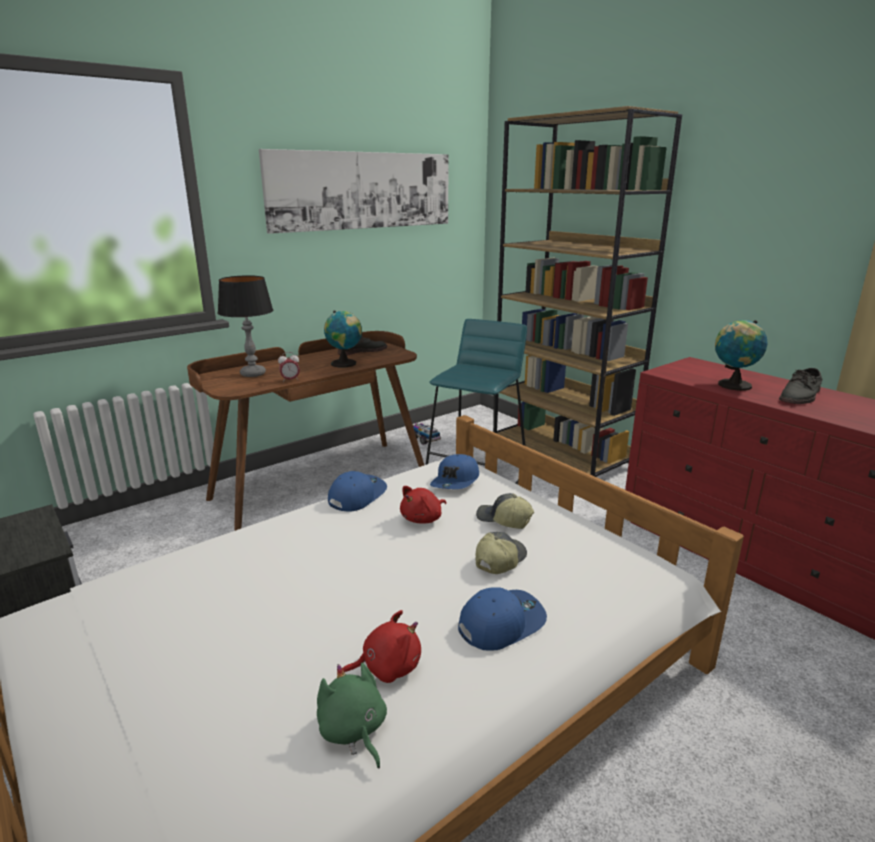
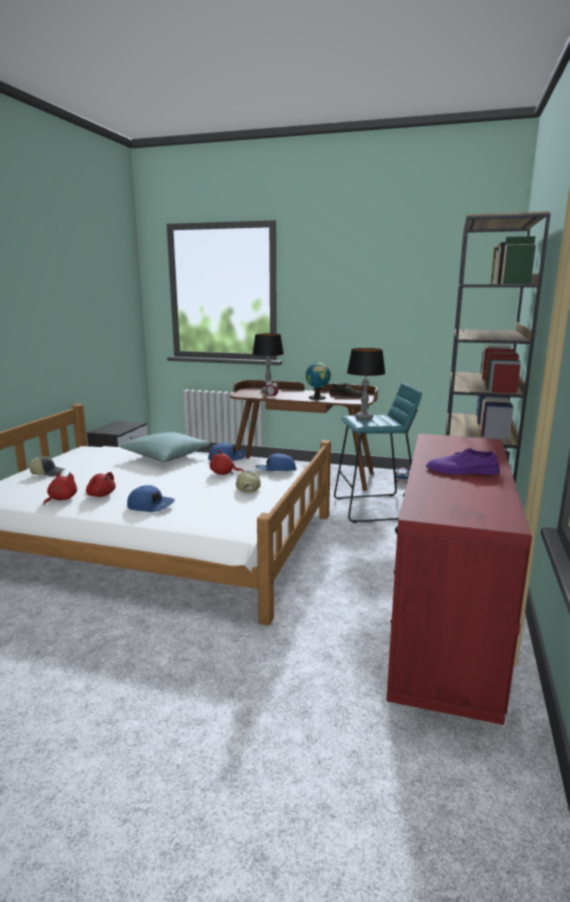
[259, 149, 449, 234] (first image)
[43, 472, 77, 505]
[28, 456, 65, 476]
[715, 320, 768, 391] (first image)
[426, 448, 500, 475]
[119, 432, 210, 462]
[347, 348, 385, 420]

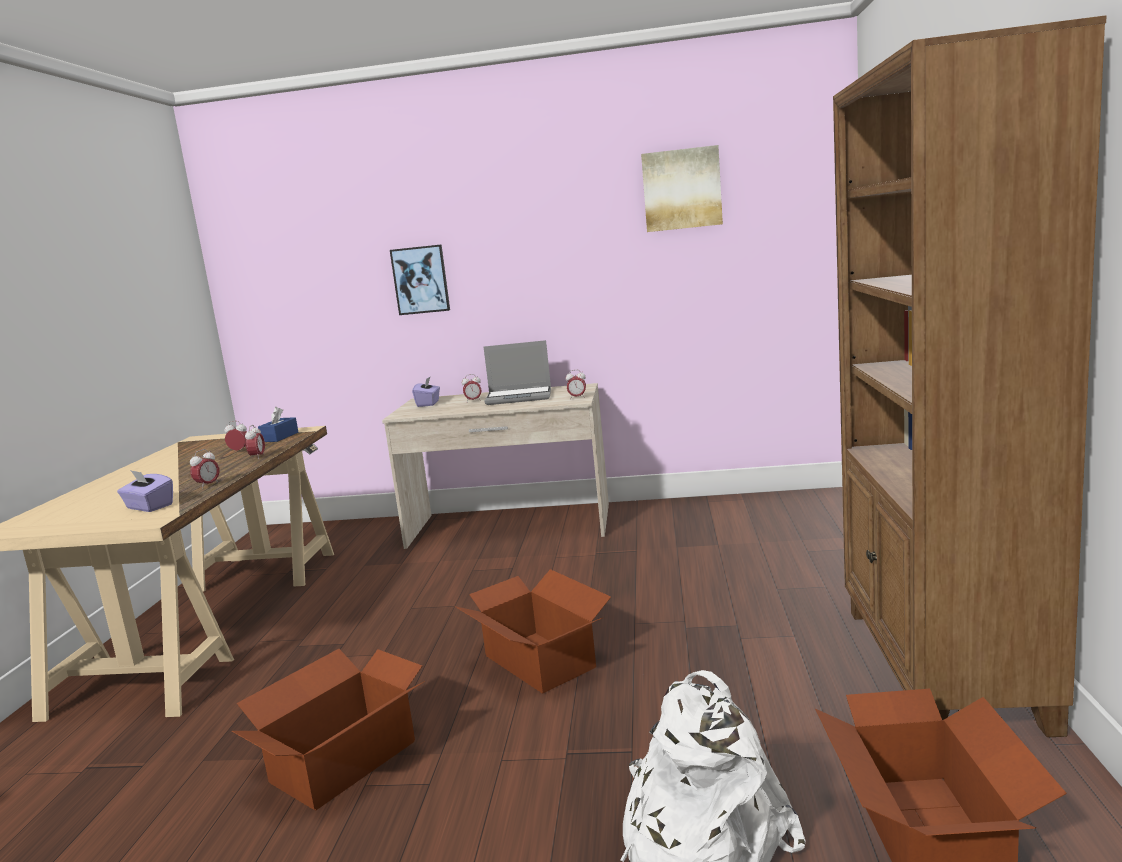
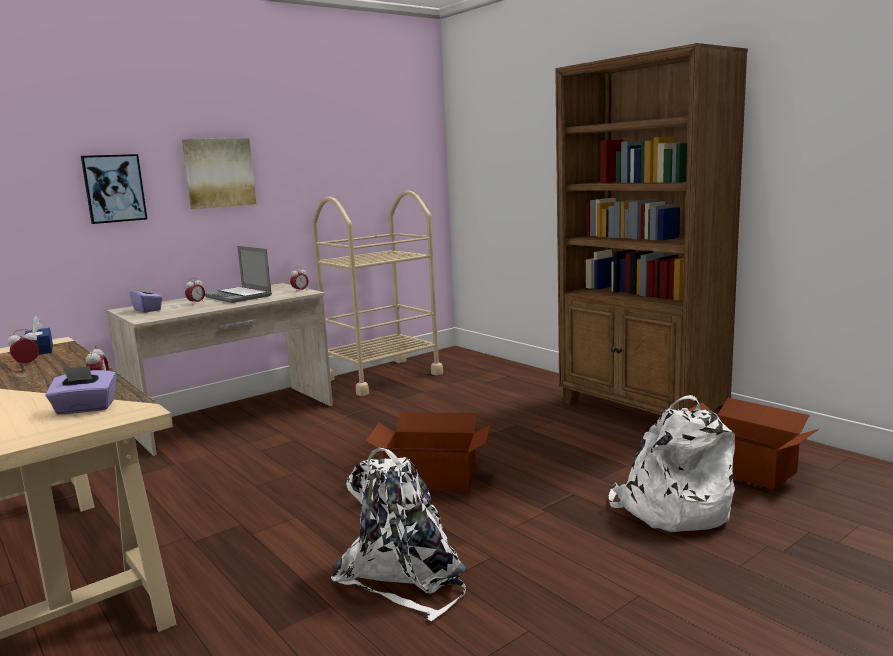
[331, 448, 467, 621]
[245, 425, 265, 459] (first image)
[205, 246, 272, 303]
[182, 138, 256, 209]
[312, 190, 443, 396]

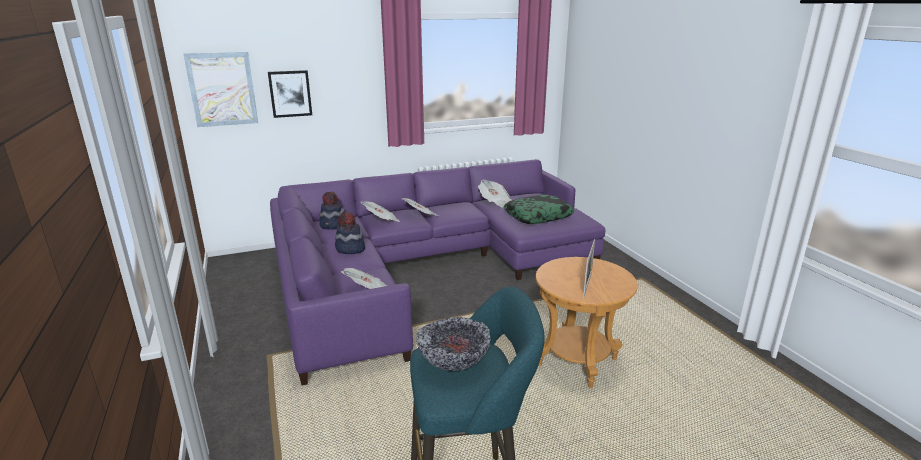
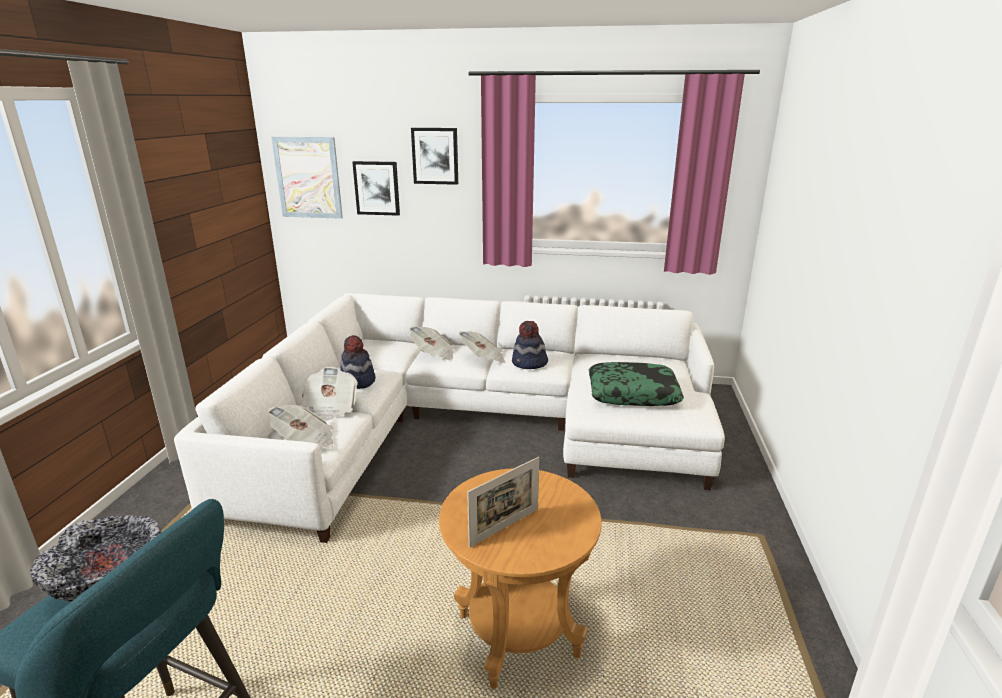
[174, 293, 725, 543]
[512, 321, 548, 369]
[302, 367, 358, 421]
[411, 128, 458, 185]

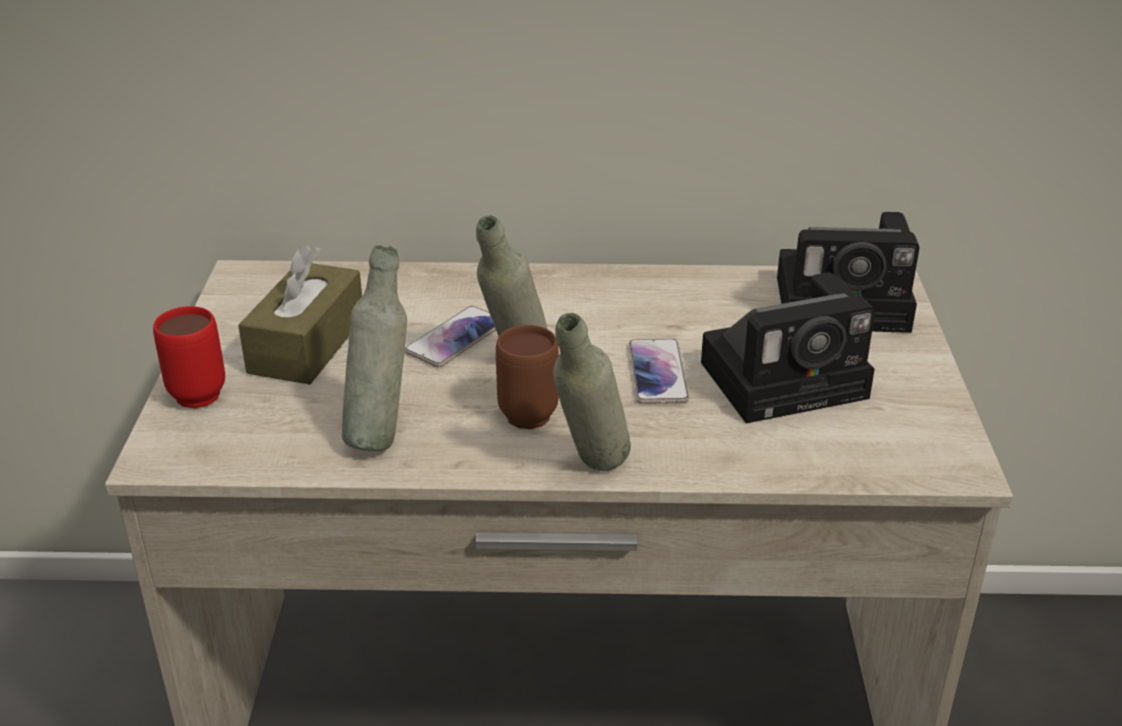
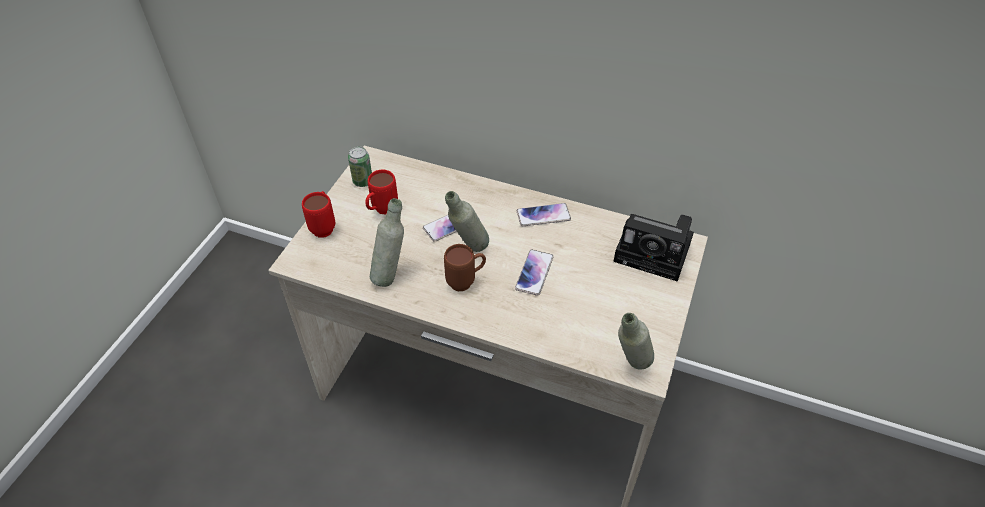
[365, 170, 398, 215]
[618, 313, 654, 370]
[701, 272, 875, 423] (first image)
[348, 147, 372, 187]
[517, 203, 571, 226]

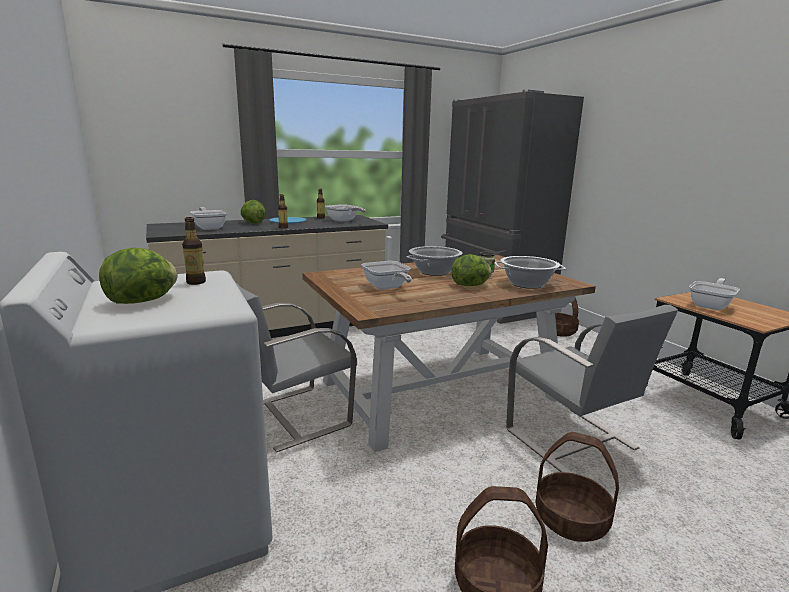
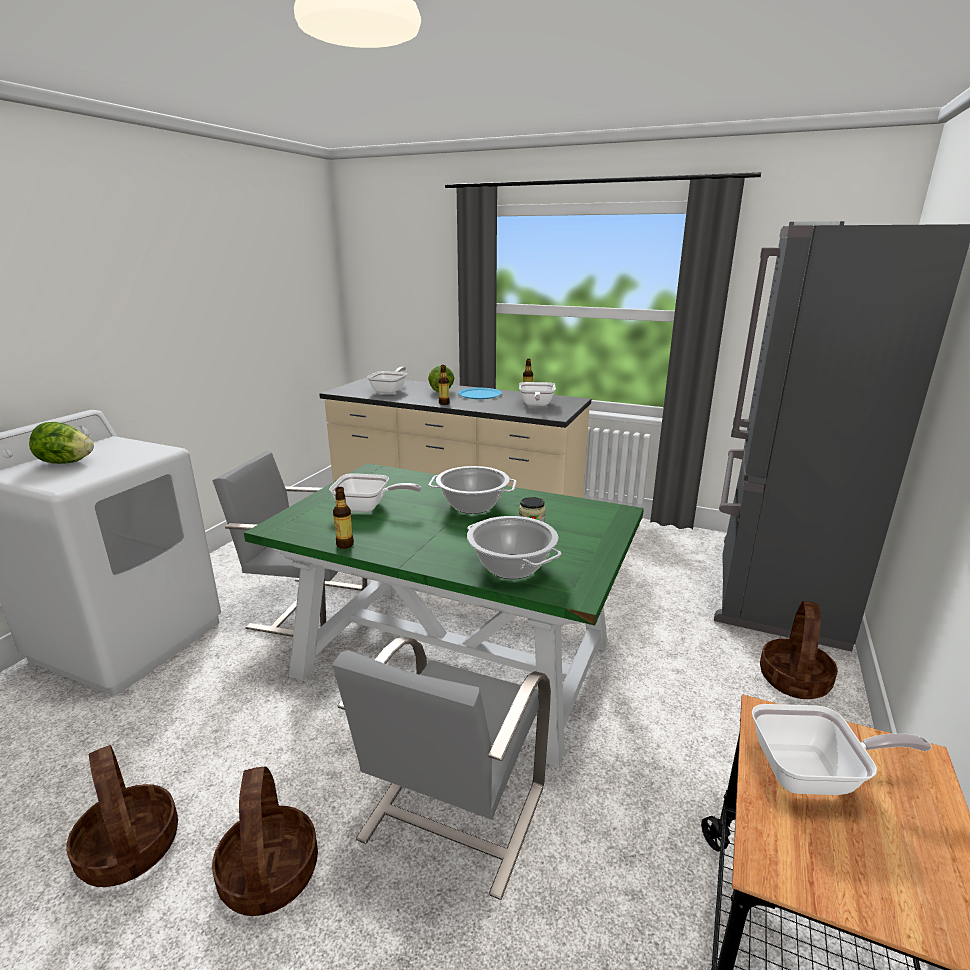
[333, 487, 354, 549]
[244, 463, 644, 767]
[329, 473, 421, 512]
[451, 254, 492, 286] (first image)

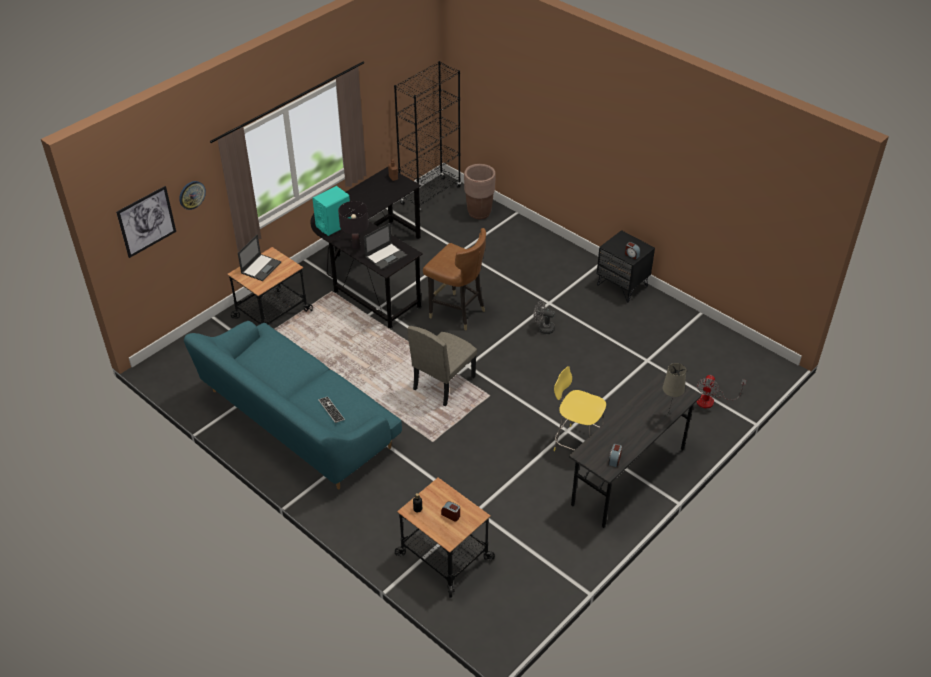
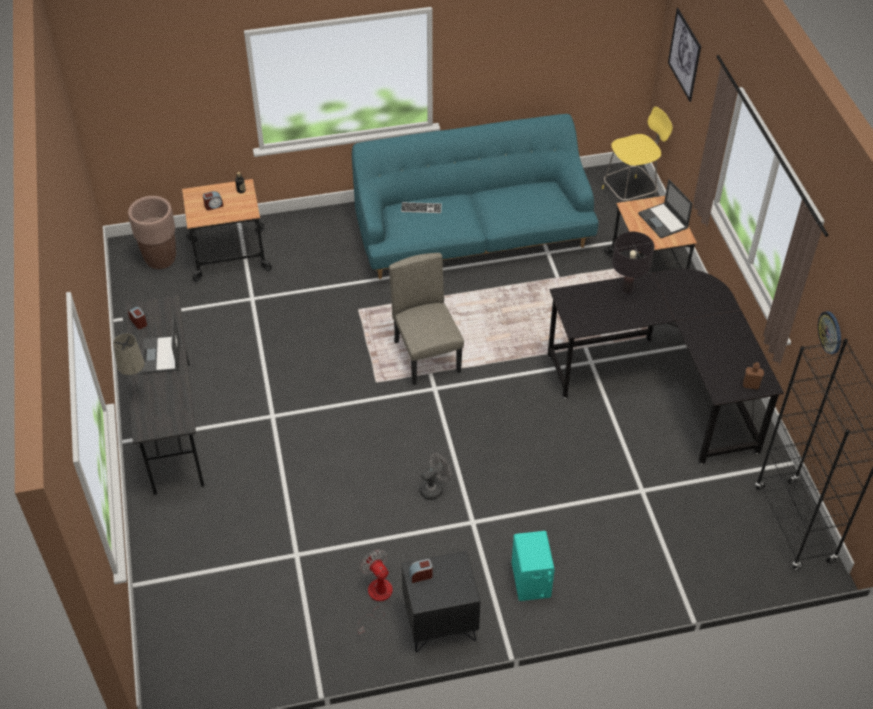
[818, 311, 841, 354]
[512, 531, 555, 601]
[141, 312, 180, 374]
[423, 228, 486, 331] (first image)
[128, 196, 176, 269]
[602, 106, 672, 202]
[357, 550, 393, 635]

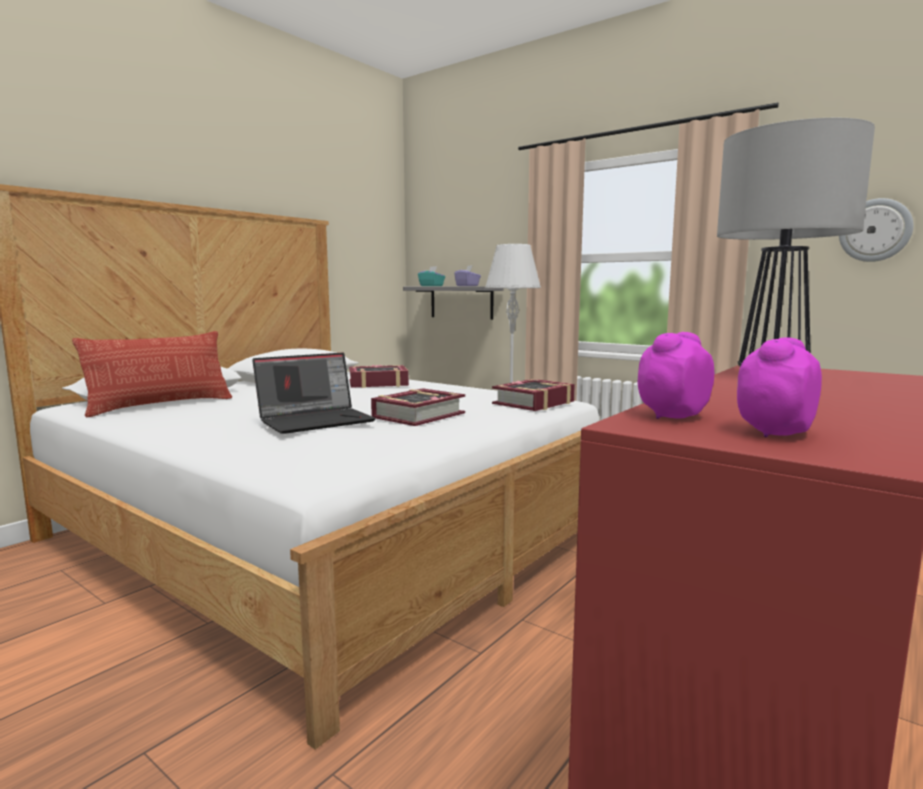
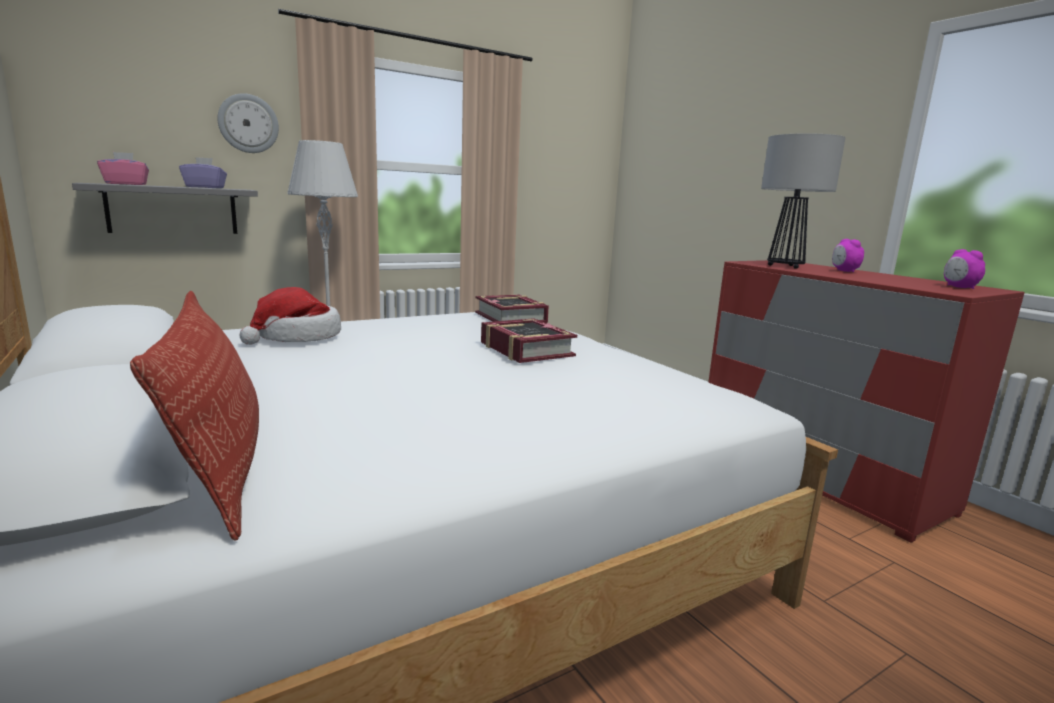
[252, 353, 376, 434] (first image)
[239, 287, 341, 345]
[97, 152, 149, 185]
[832, 239, 864, 272]
[217, 93, 279, 153]

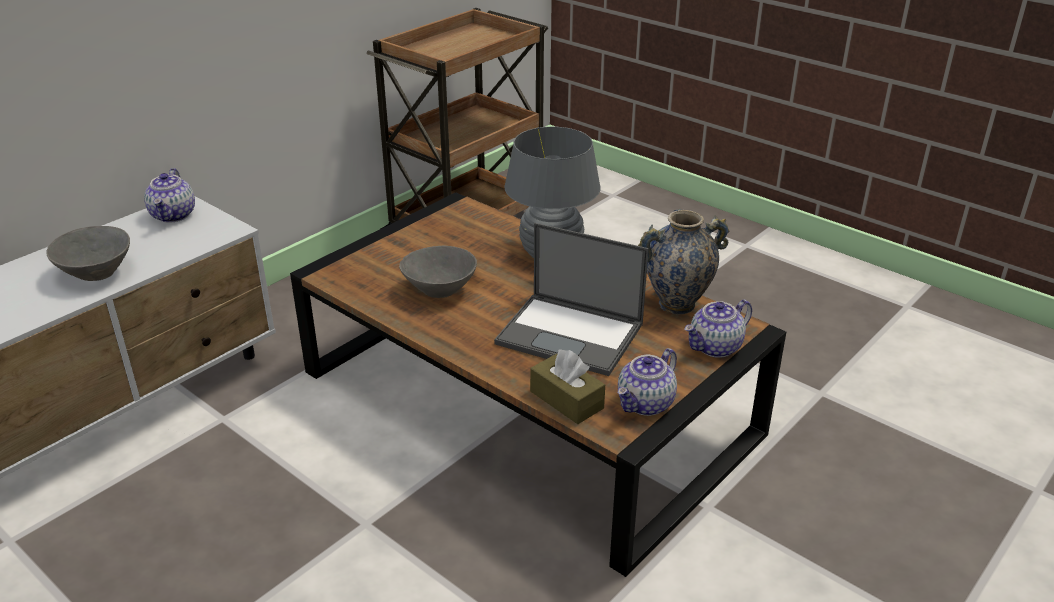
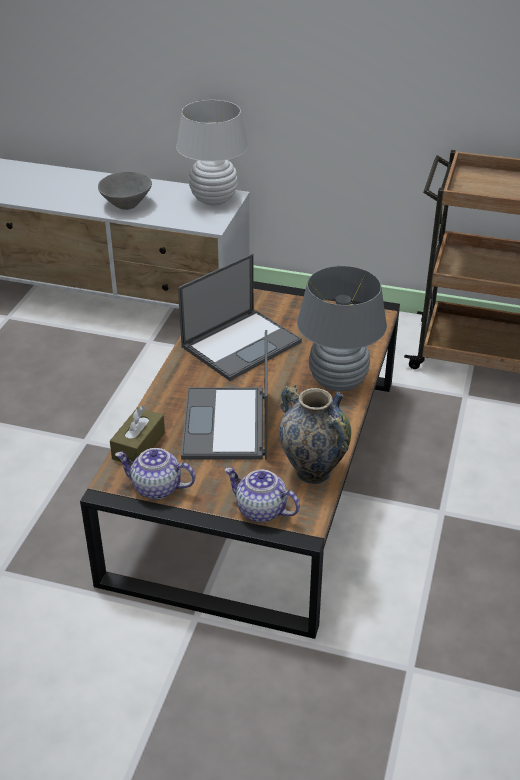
[176, 100, 248, 205]
[178, 253, 302, 381]

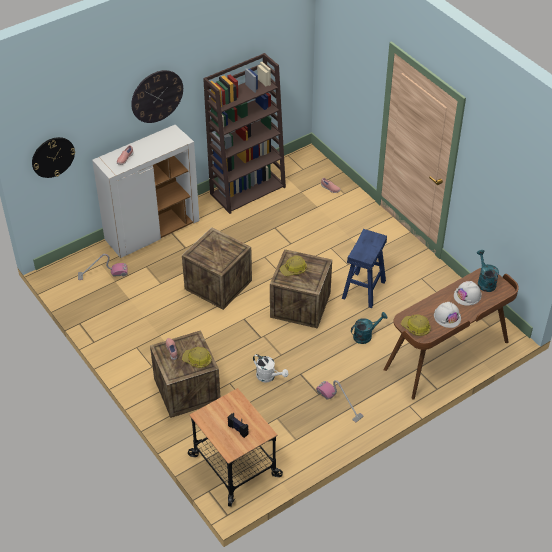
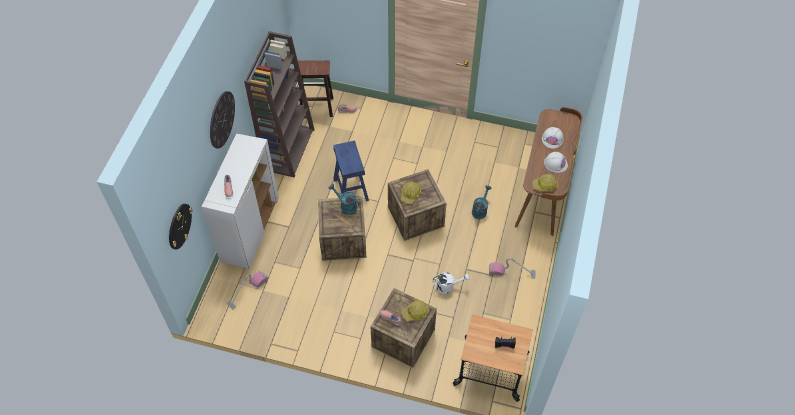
[333, 140, 369, 201]
[329, 184, 360, 215]
[298, 60, 333, 117]

